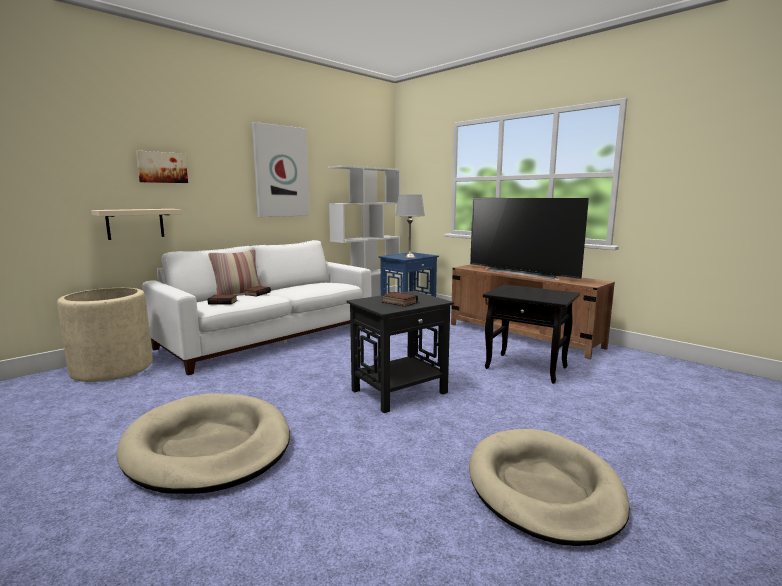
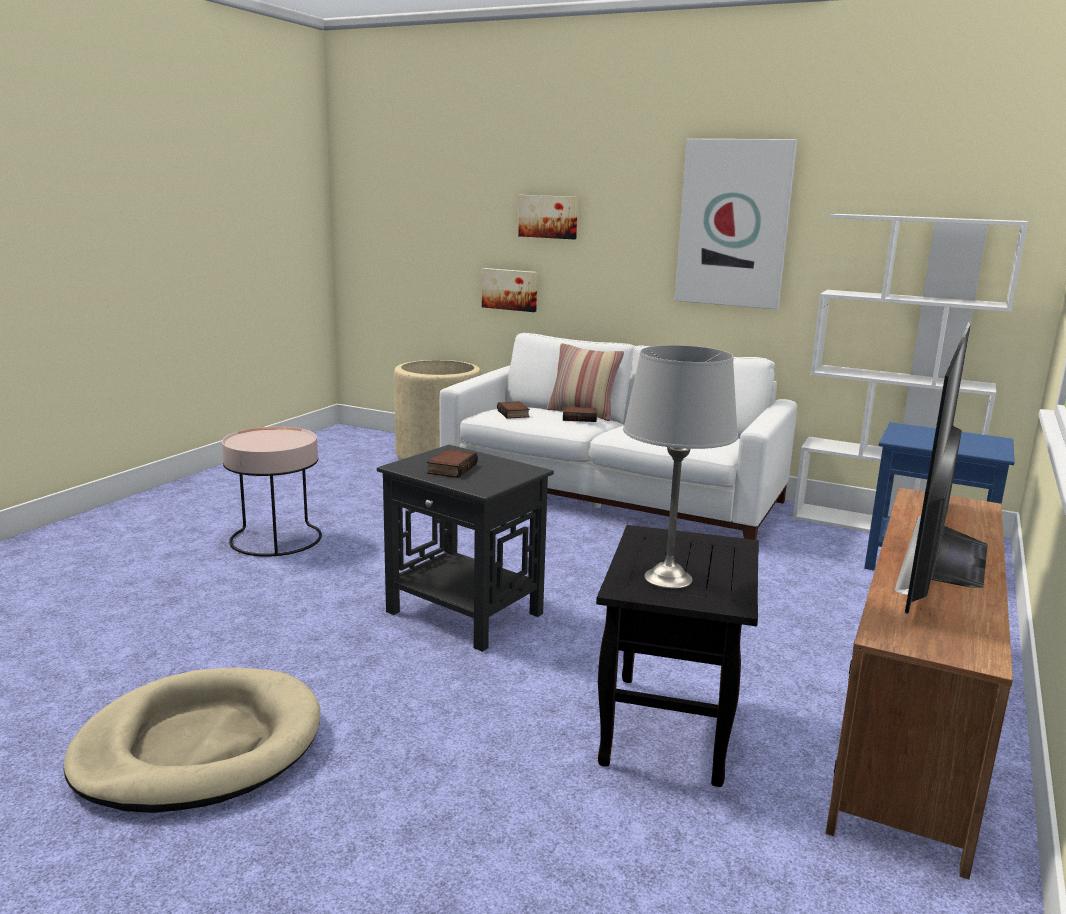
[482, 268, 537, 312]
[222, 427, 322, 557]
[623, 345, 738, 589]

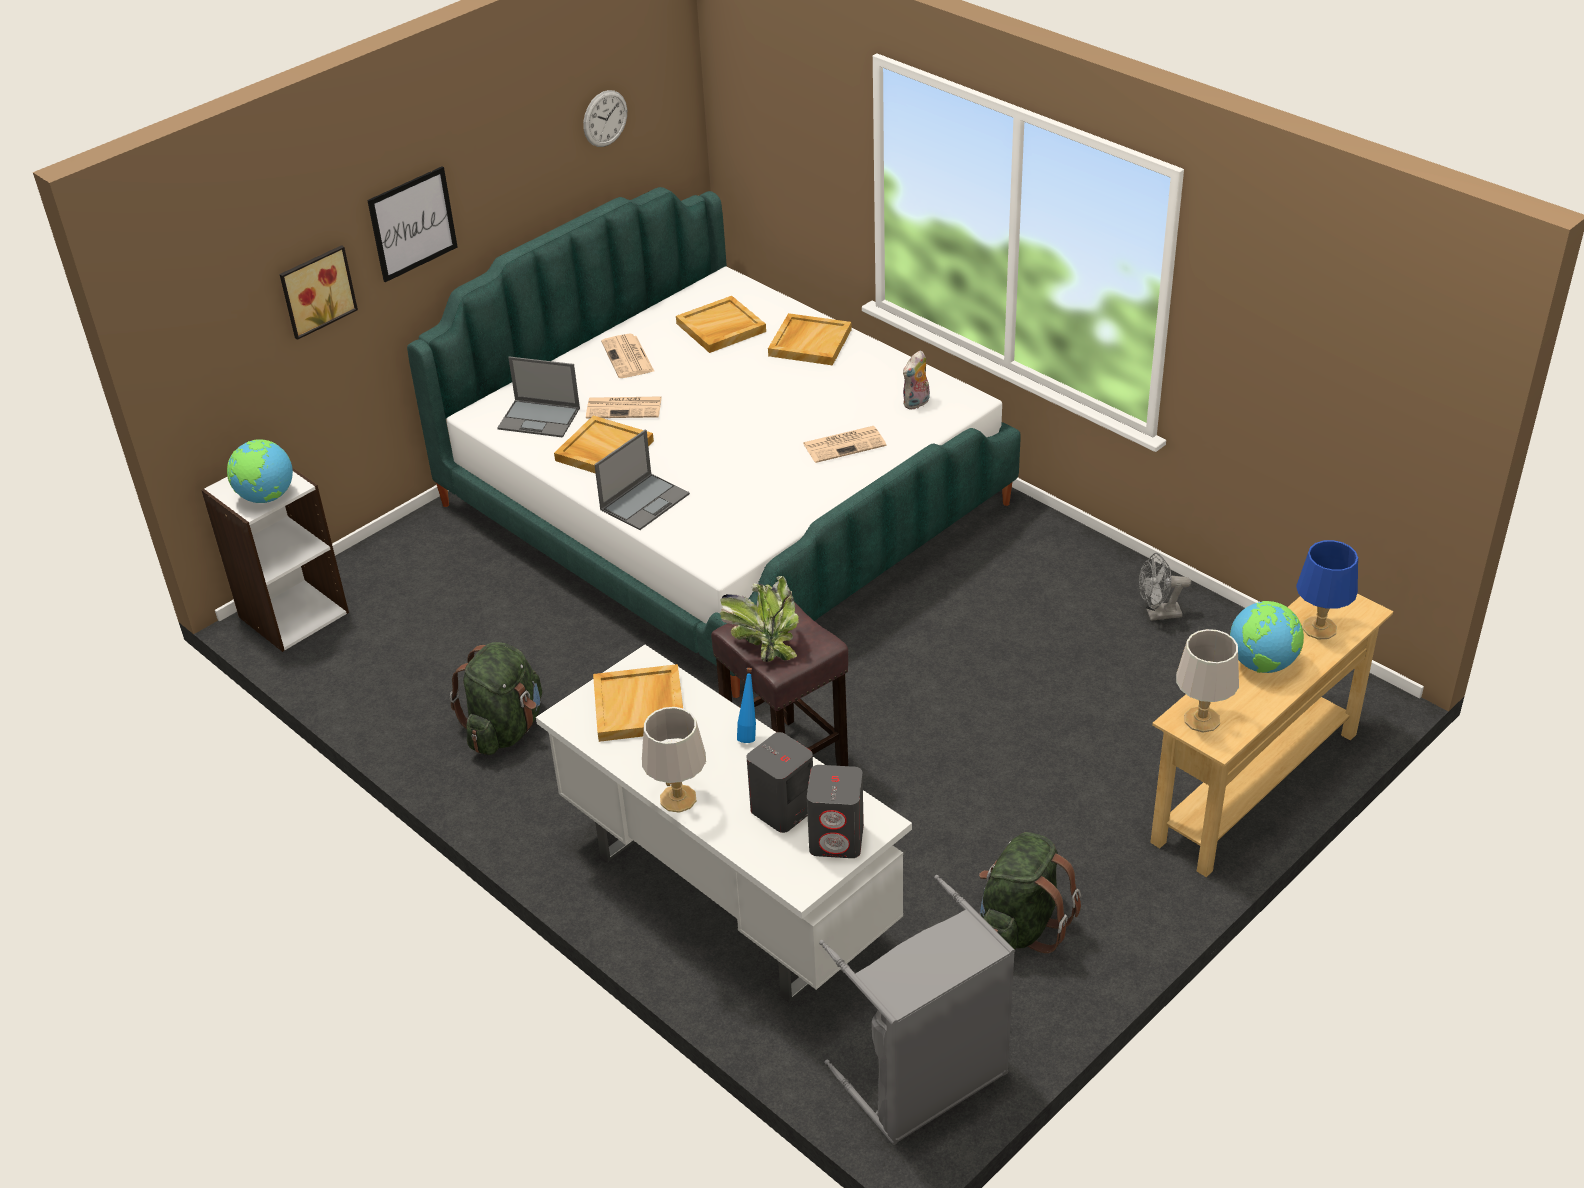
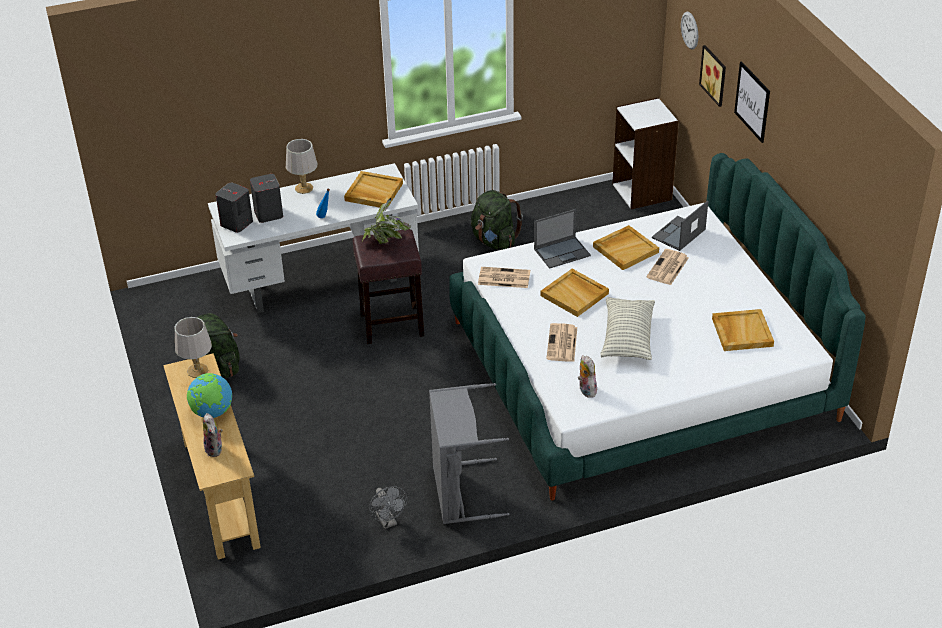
[227, 439, 293, 503] (first image)
[681, 12, 698, 50]
[534, 209, 591, 269]
[478, 267, 530, 288]
[541, 269, 609, 317]
[429, 383, 509, 524]
[369, 486, 407, 529]
[203, 413, 223, 457]
[600, 297, 655, 360]

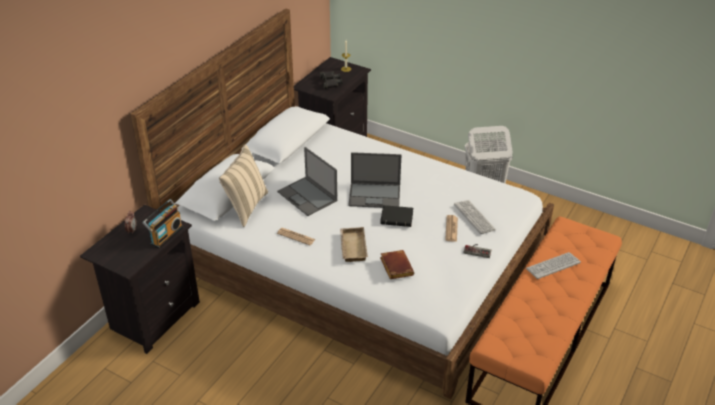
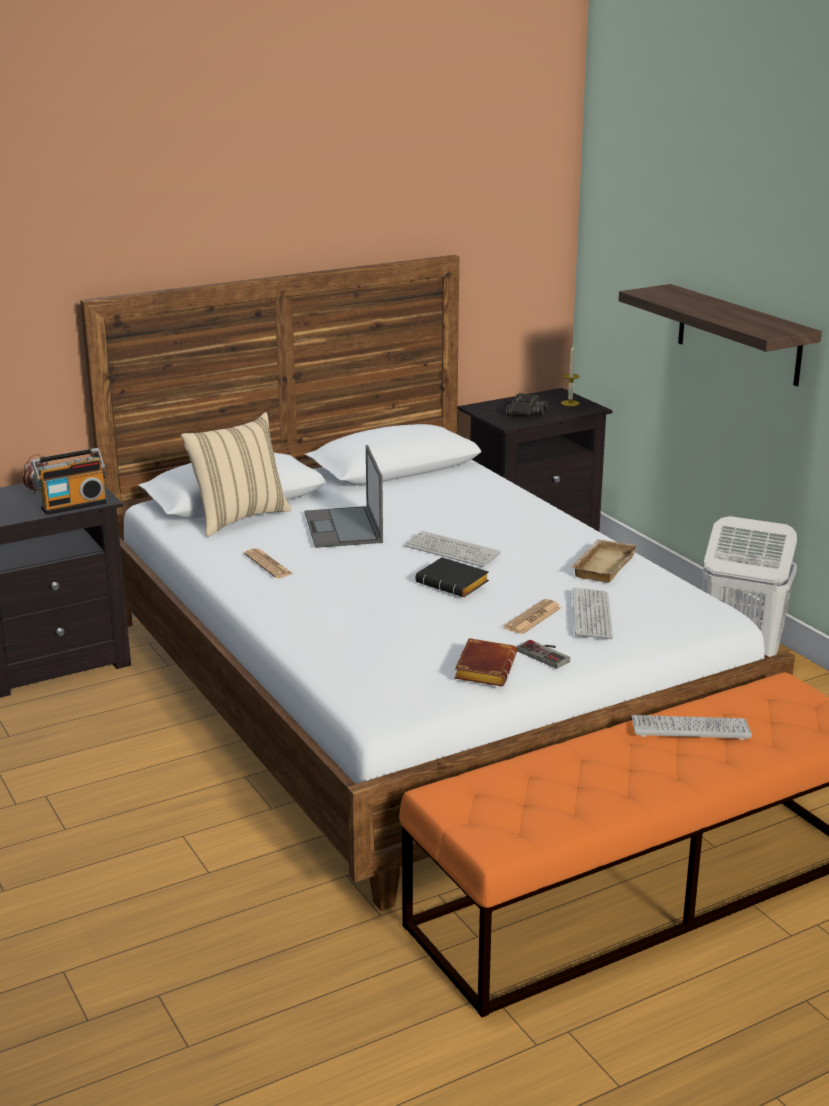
[571, 539, 638, 583]
[404, 531, 501, 567]
[454, 638, 517, 686]
[619, 284, 822, 386]

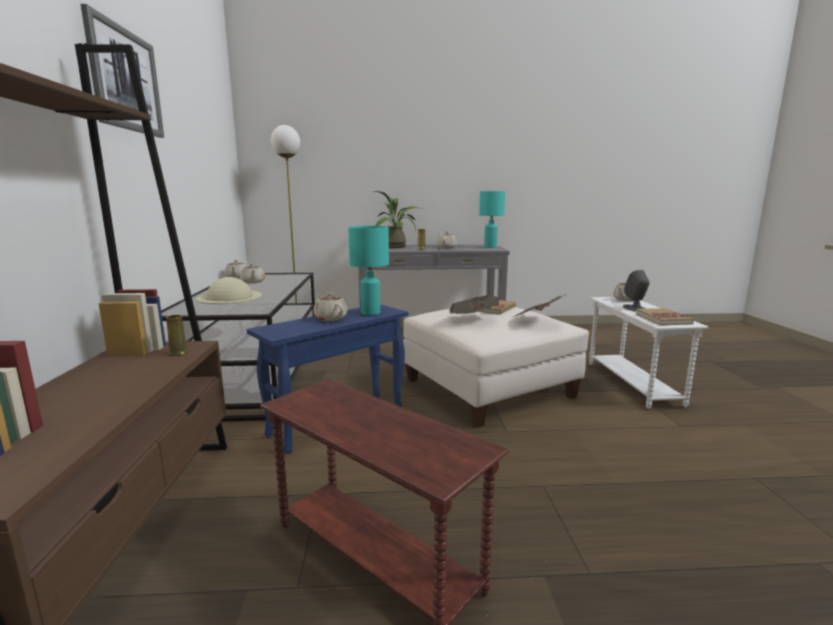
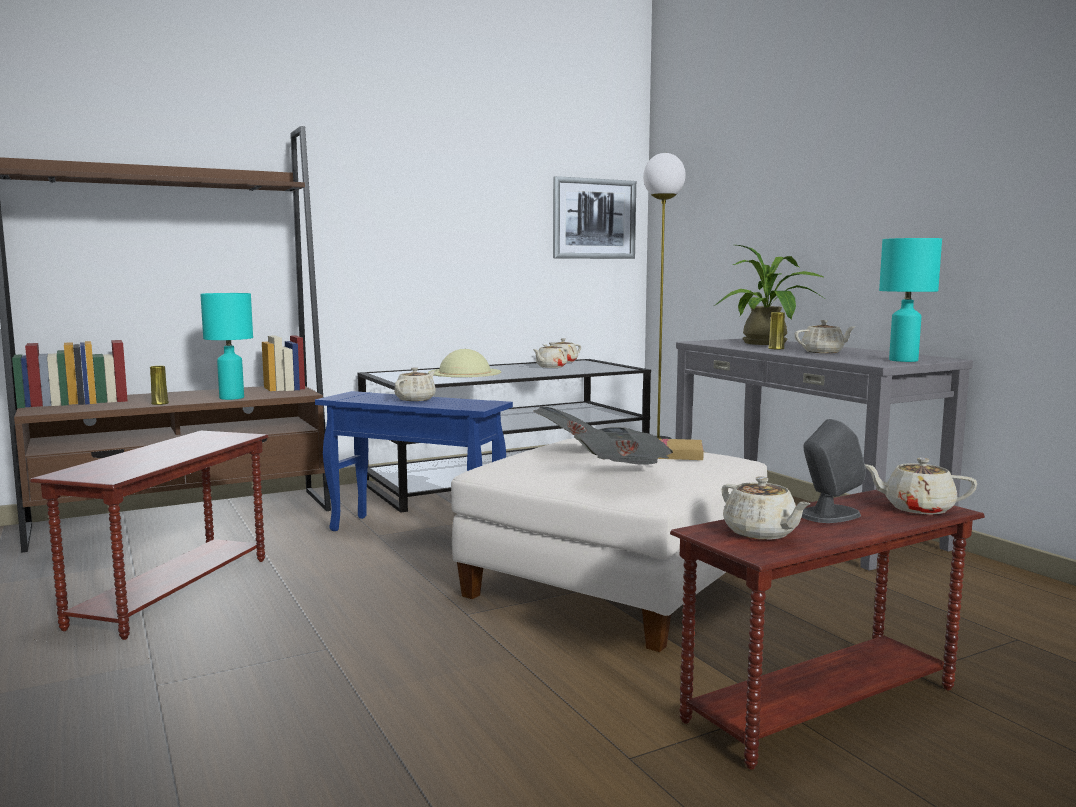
[553, 176, 636, 259]
[150, 366, 169, 405]
[200, 293, 253, 400]
[670, 489, 985, 770]
[722, 476, 811, 540]

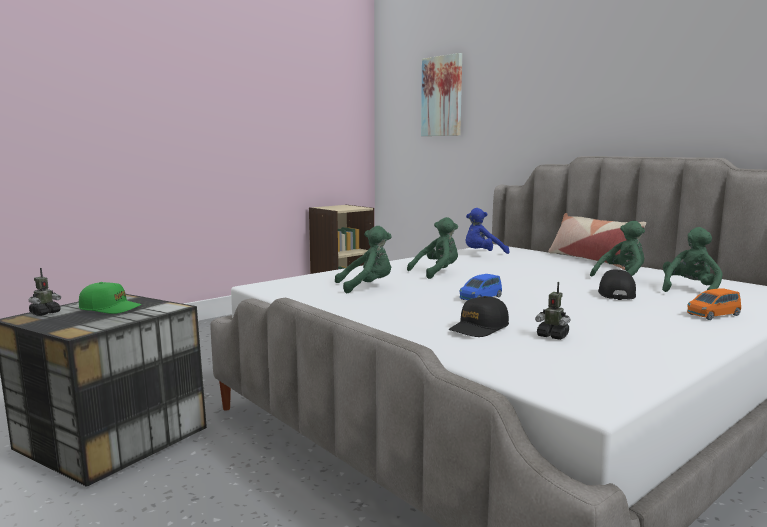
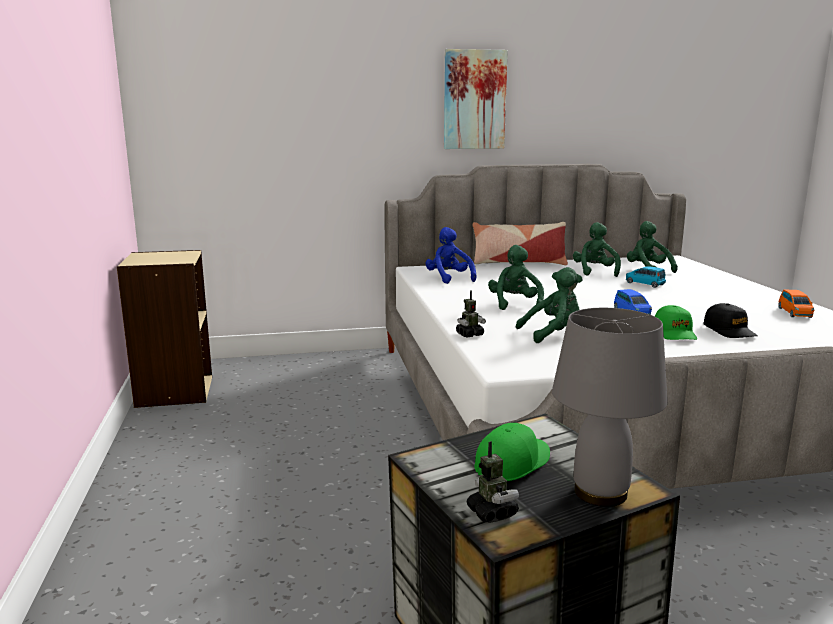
[516, 267, 583, 343]
[444, 49, 508, 149]
[425, 227, 477, 284]
[456, 290, 486, 337]
[626, 266, 666, 288]
[778, 289, 814, 318]
[552, 308, 668, 507]
[655, 305, 697, 340]

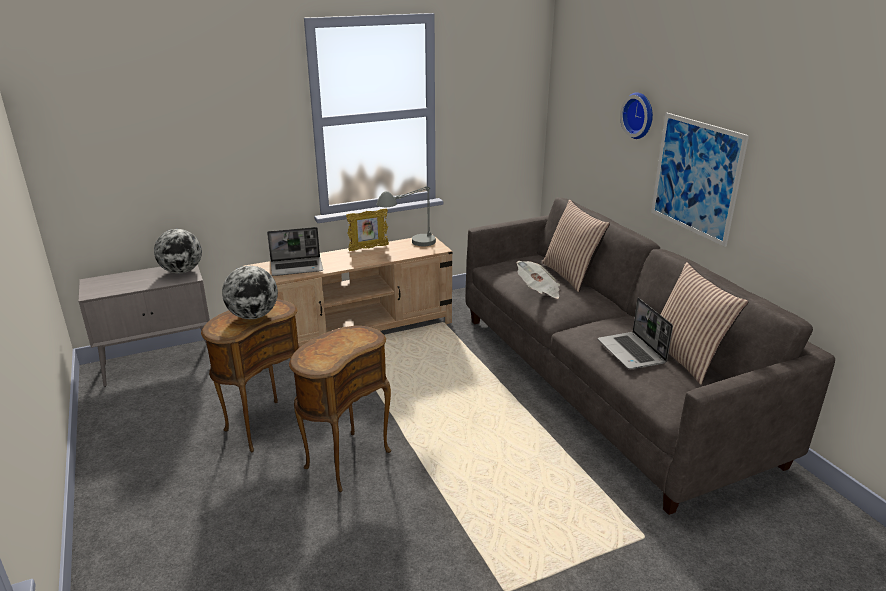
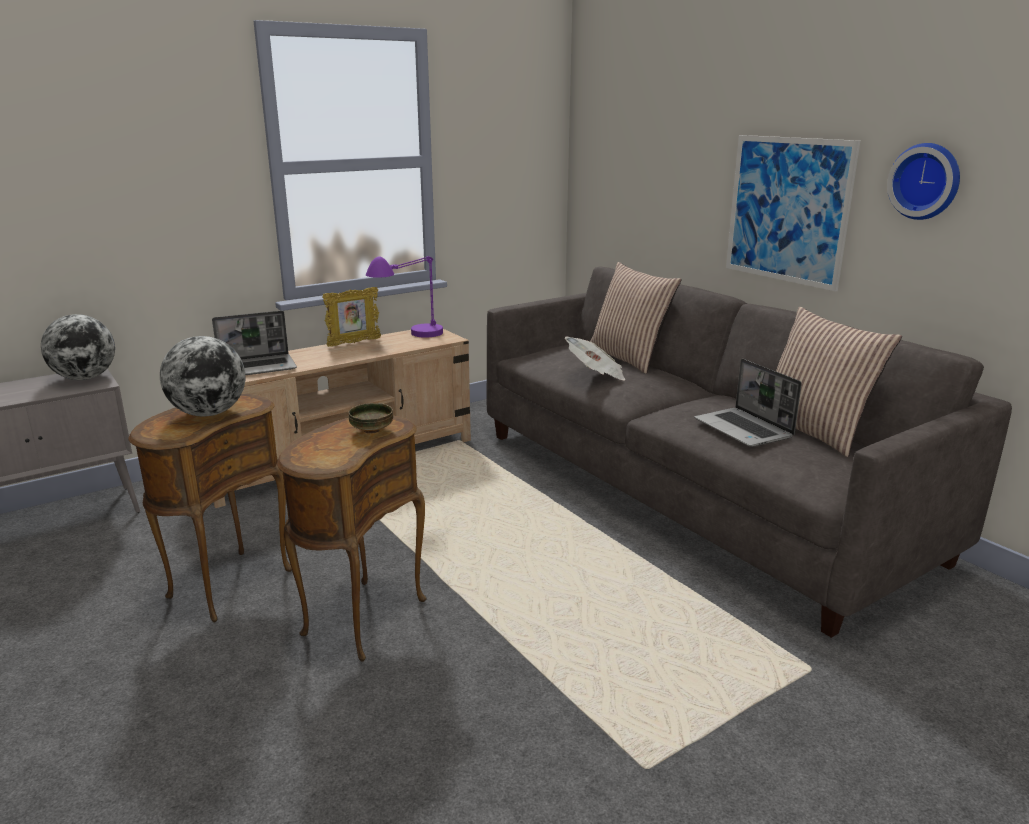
[366, 256, 443, 338]
[887, 143, 960, 220]
[348, 403, 393, 433]

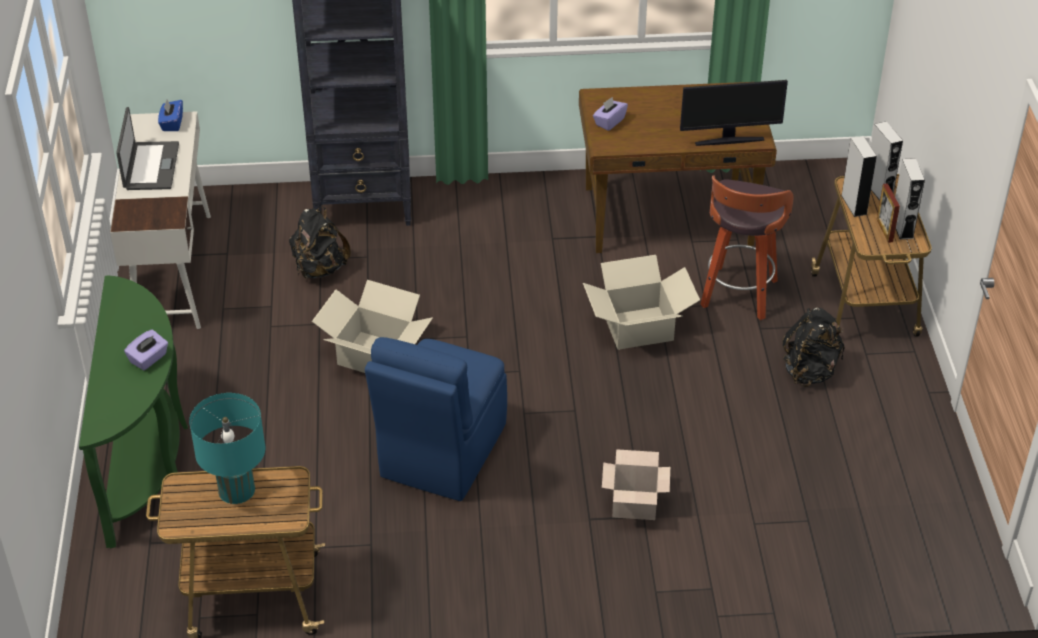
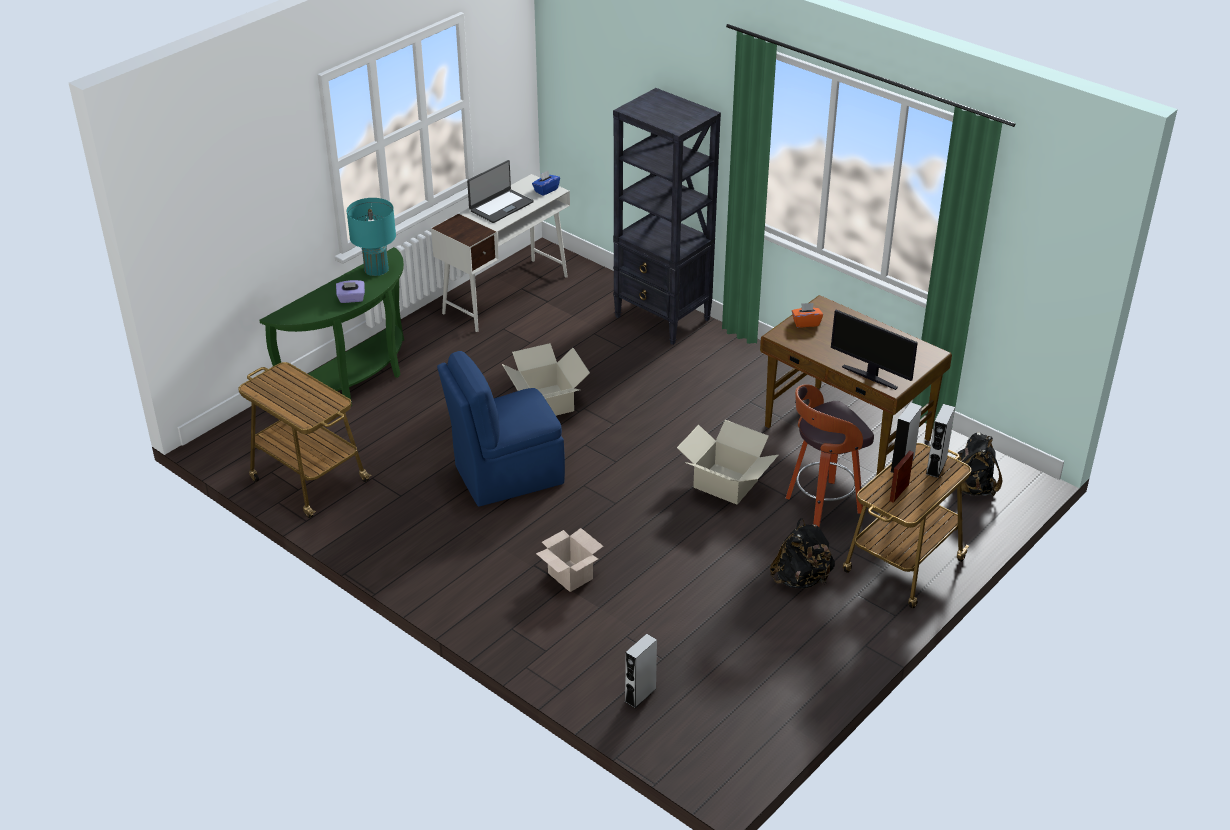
[347, 198, 396, 276]
[958, 432, 1002, 496]
[792, 303, 823, 328]
[625, 634, 657, 708]

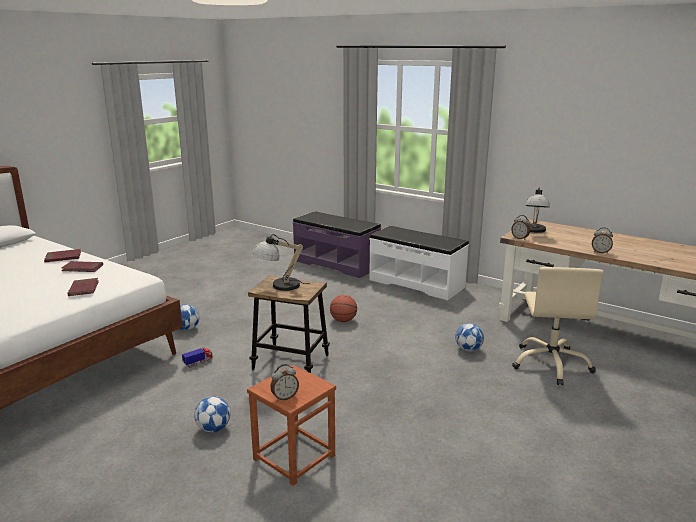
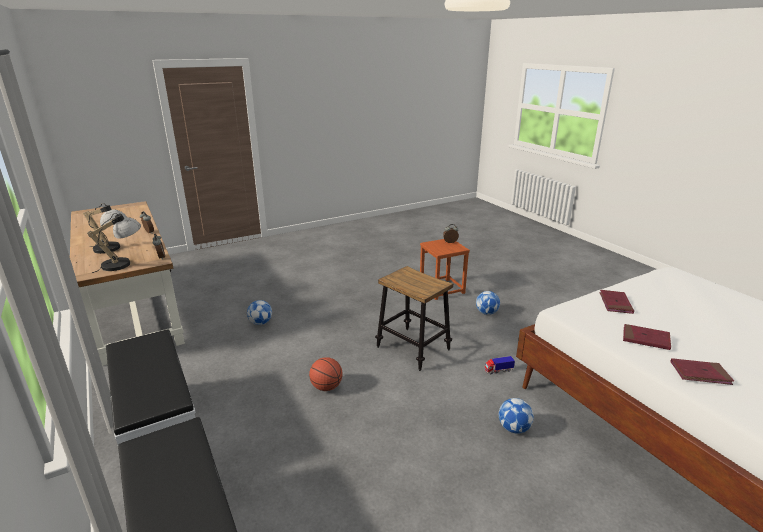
[83, 203, 127, 254]
[512, 267, 604, 385] (first image)

